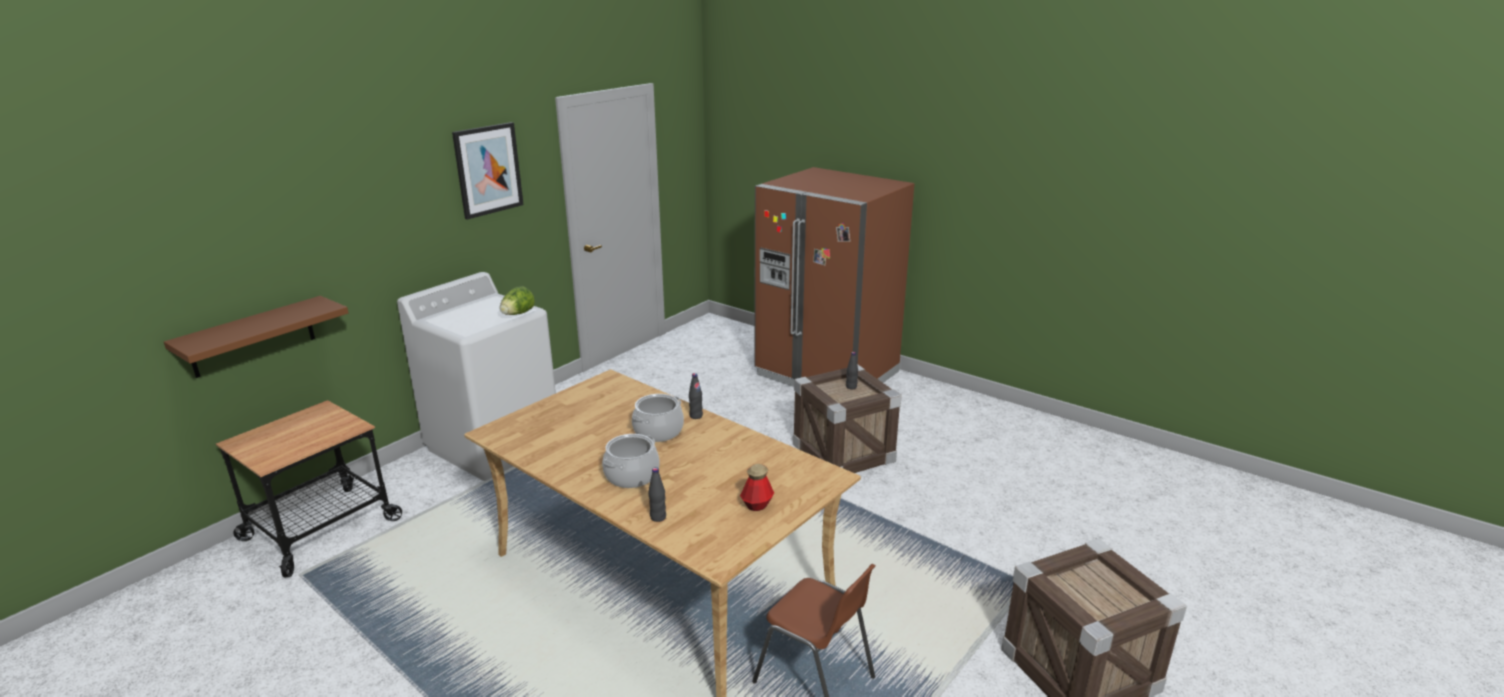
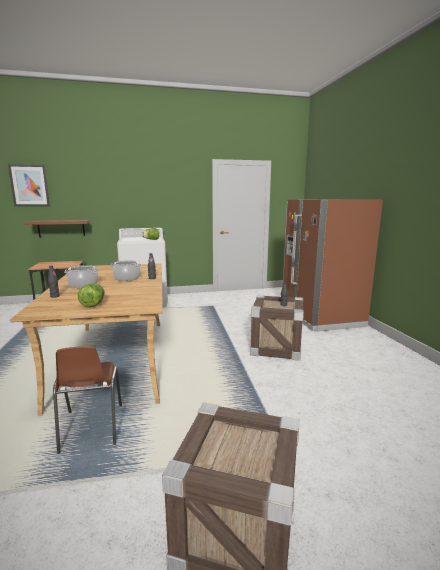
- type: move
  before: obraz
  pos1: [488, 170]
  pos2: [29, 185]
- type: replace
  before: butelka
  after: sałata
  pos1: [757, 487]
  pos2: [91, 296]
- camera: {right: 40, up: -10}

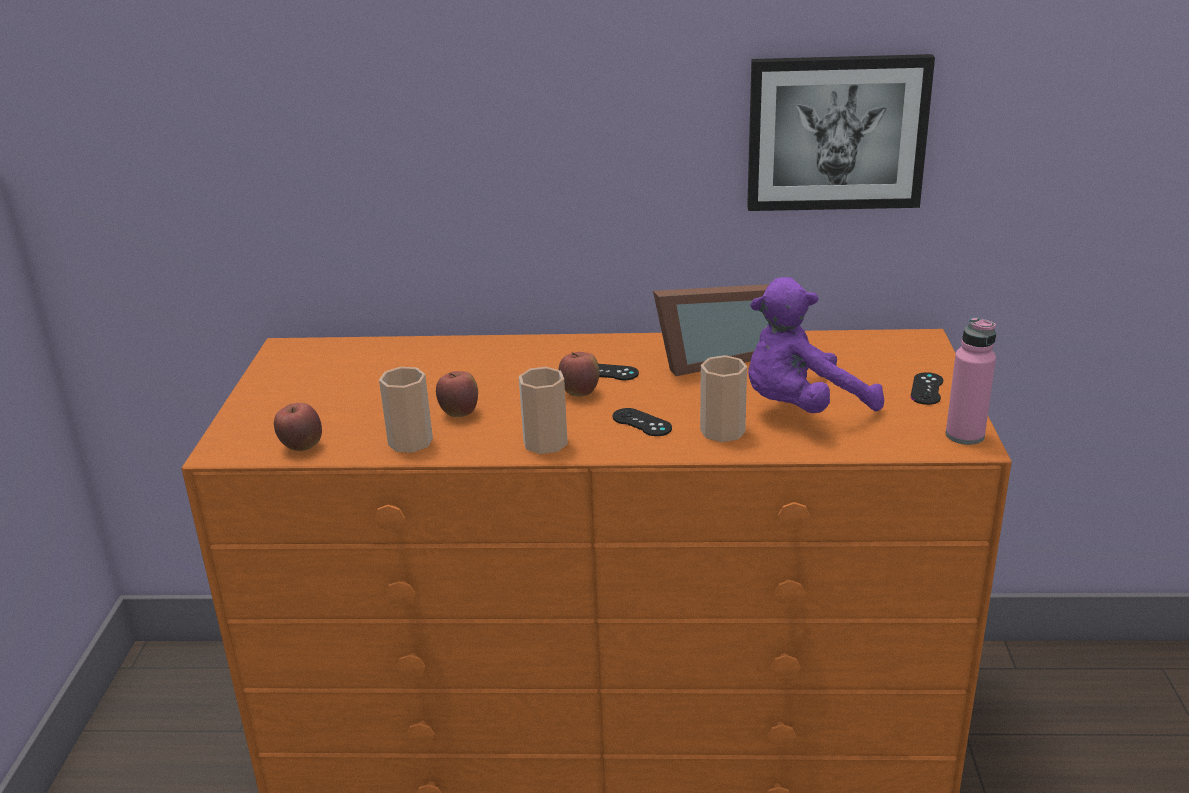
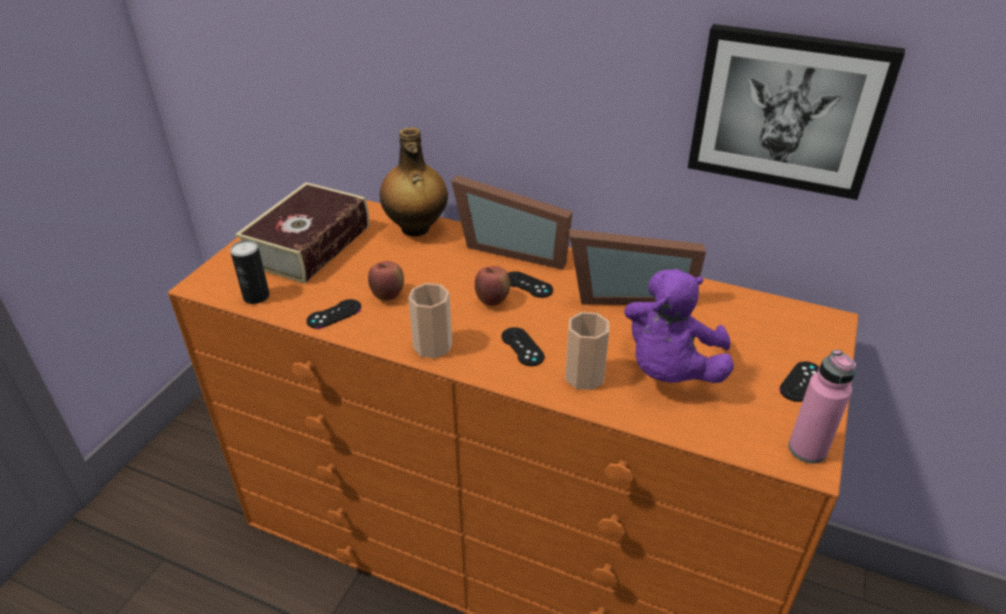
- type: insert
  after: książka
  pos2: [302, 233]
- type: insert
  after: butelka
  pos2: [414, 181]
- type: insert
  after: ramka na zdjęcie
  pos2: [511, 222]
- type: replace
  before: jabłko
  after: puszka
  pos1: [298, 427]
  pos2: [250, 272]
- type: replace
  before: filiżanka
  after: pad do gier/czarny
  pos1: [406, 410]
  pos2: [333, 314]
- type: rotate
  before: pluszak/fioletowy
  pos1: [816, 345]
  pos2: [679, 326]
  turn: -60
- camera: {right: 20, up: 10}

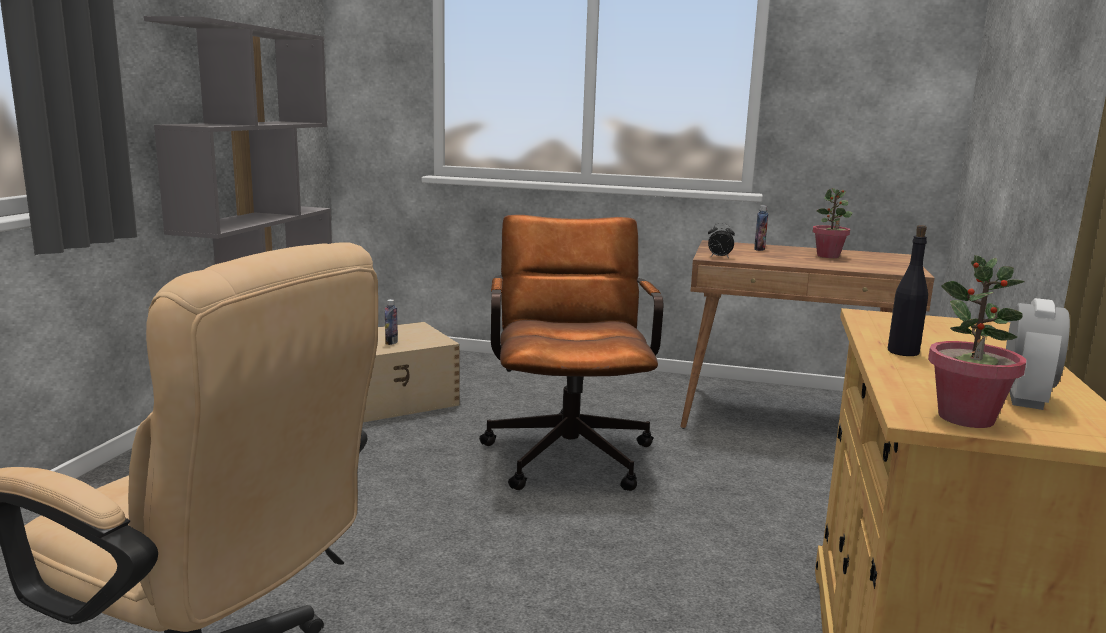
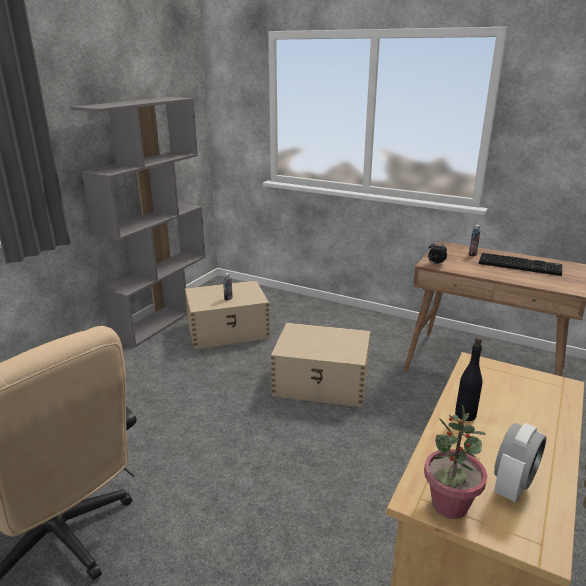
- type: replace
  before: krzesło biurowe/brązowy
  after: pojemnik do przechowywania/beżowy
  pos1: [571, 353]
  pos2: [320, 365]
- type: replace
  before: roślina doniczkowa
  after: klawiatura
  pos1: [832, 223]
  pos2: [520, 264]
- camera: {right: 15, up: 10}

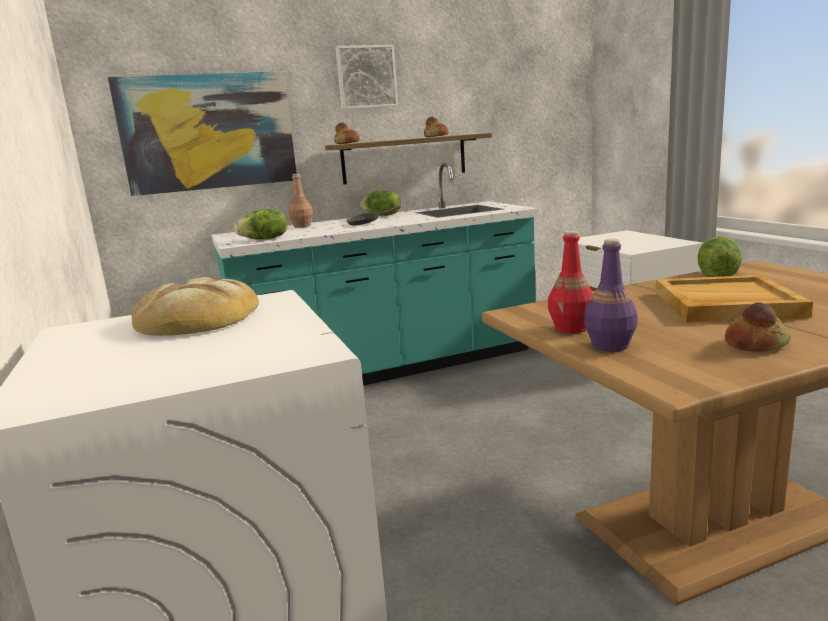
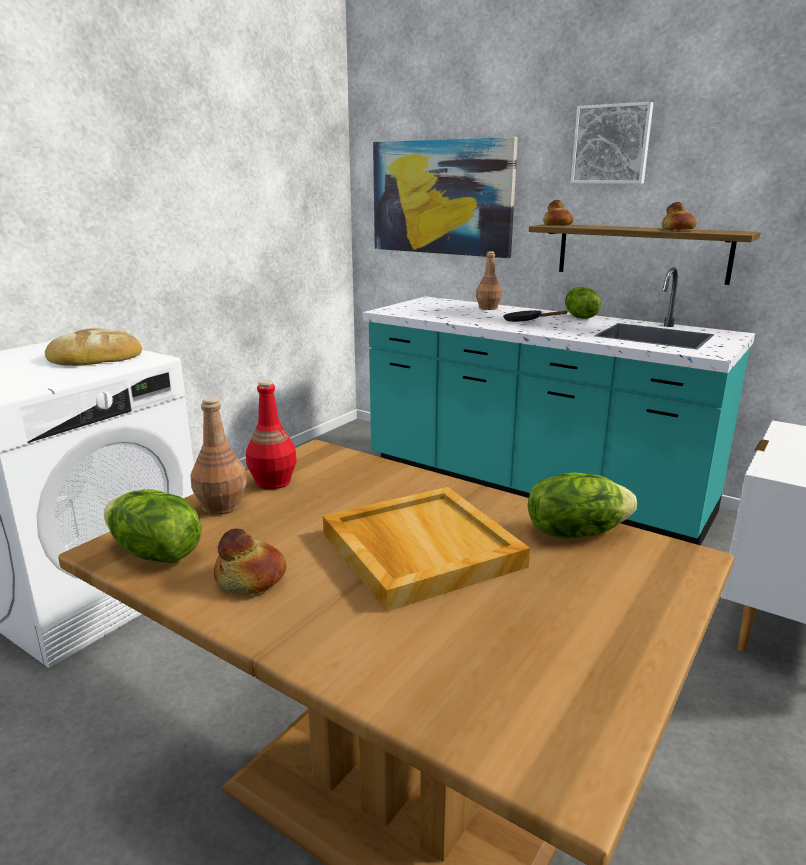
- type: move
  before: sałata
  pos1: [260, 224]
  pos2: [153, 526]
- type: recolor
  before: butelka/fioletowy
  after: butelka/brązowy
  pos1: [611, 295]
  pos2: [219, 456]
- camera: {right: 55, up: 5}

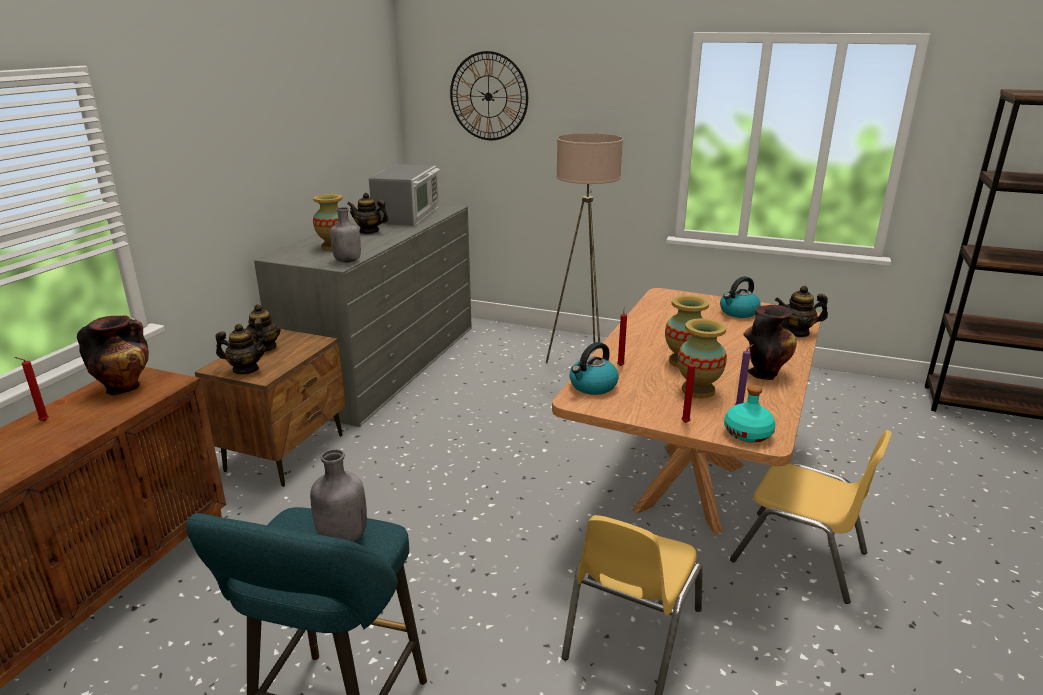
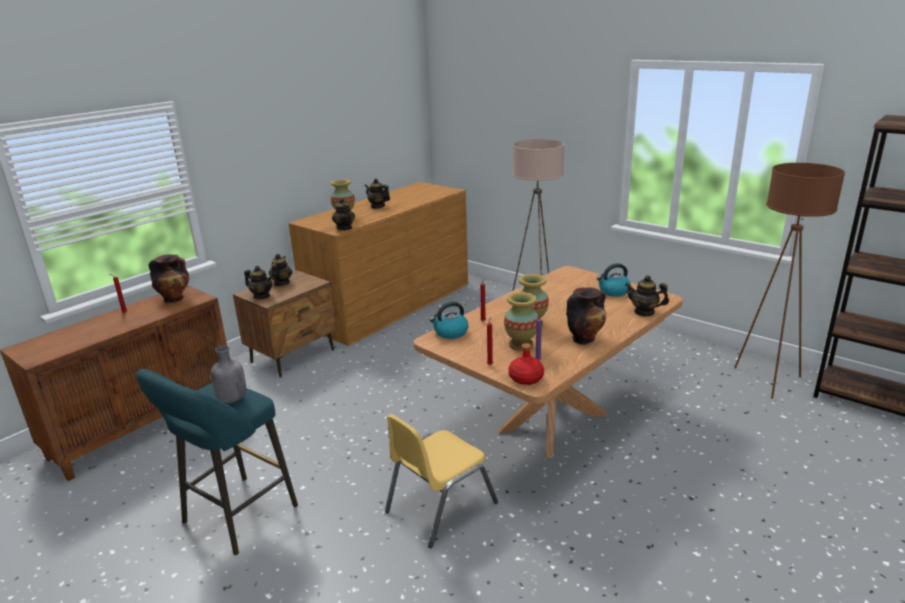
- type: delete
  before: mikrofalówka
  pos1: [404, 195]
- type: delete
  before: zegar ścienny
  pos1: [489, 95]
- type: delete
  before: krzesło/żółty
  pos1: [811, 517]
- type: insert
  after: lampa stojąca/brązowy
  pos2: [789, 281]
- type: replace
  before: butelka/szary
  after: imbryk
  pos1: [345, 235]
  pos2: [343, 214]
- type: recolor
  before: komoda/szary
  after: komoda/brązowy
  pos1: [363, 315]
  pos2: [378, 264]
- type: recolor
  before: butelka/turkusowy
  after: butelka/czerwony
  pos1: [750, 413]
  pos2: [526, 364]
- camera: {right: 20, up: 0}

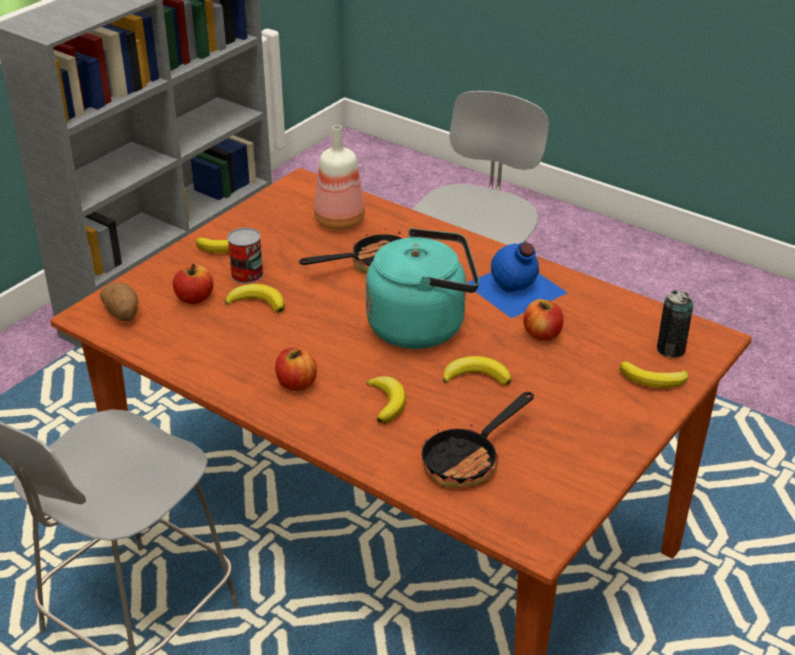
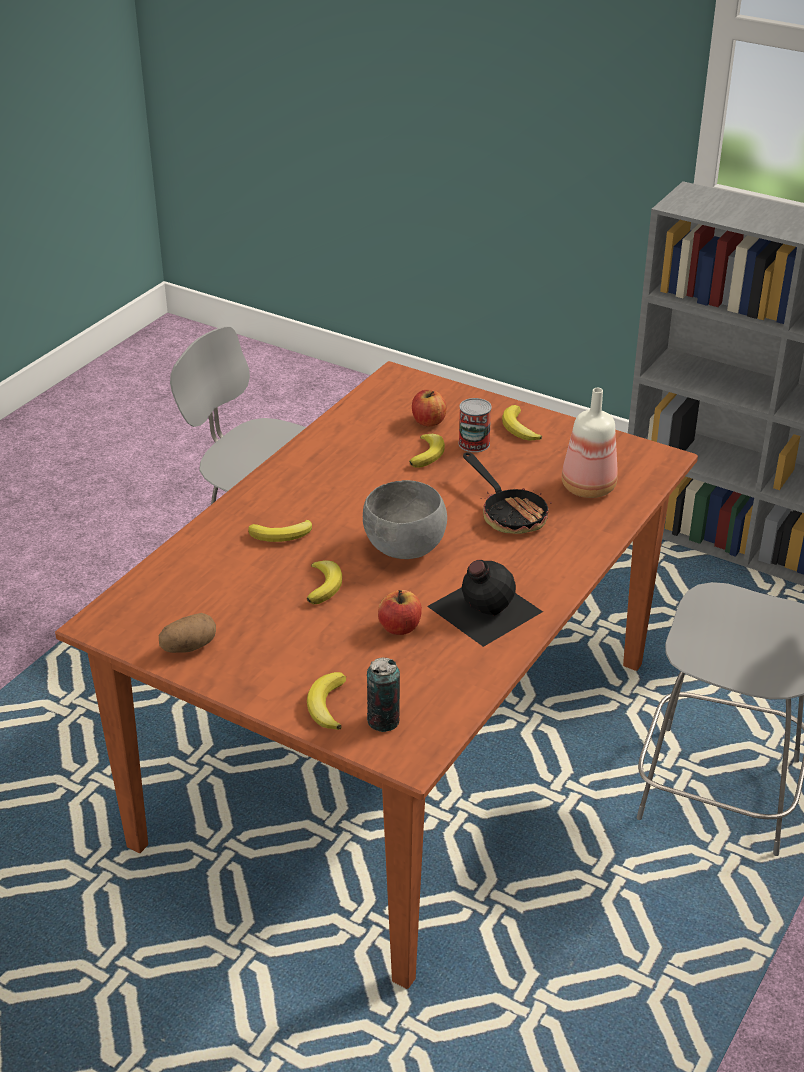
- type: delete
  before: jabłko
  pos1: [296, 369]
- type: delete
  before: patelnia
  pos1: [477, 439]
- type: move
  before: ziemniak
  pos1: [119, 301]
  pos2: [187, 633]
- type: replace
  before: czajnik/turkusowy
  after: miska/szary
  pos1: [422, 288]
  pos2: [405, 519]
- type: recolor
  before: butelka/niebieski
  after: butelka/czarny
  pos1: [516, 280]
  pos2: [485, 603]
- camera: {right: 85, up: 0}

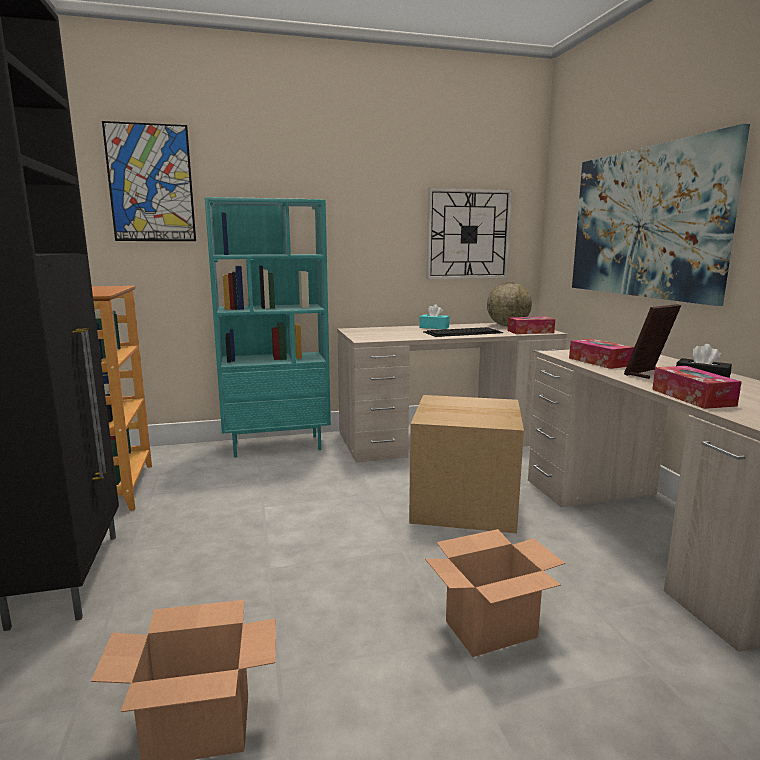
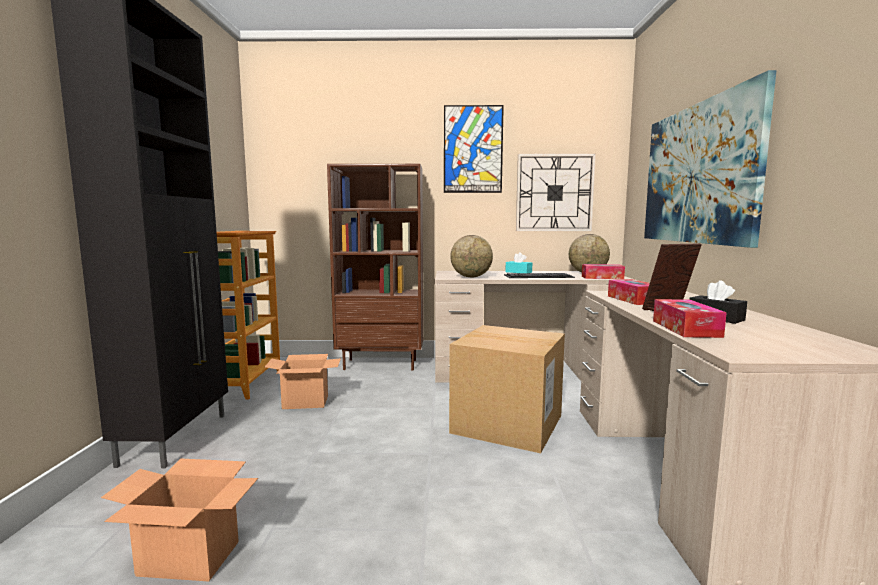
- type: insert
  after: globus
  pos2: [471, 256]
- type: move
  before: obraz
  pos1: [149, 181]
  pos2: [474, 149]
- type: move
  before: karton
  pos1: [495, 593]
  pos2: [303, 381]
- type: recolor
  before: regał/turkusowy
  after: regał/brązowy
  pos1: [268, 327]
  pos2: [375, 267]
- camera: {right: 15, up: -5}

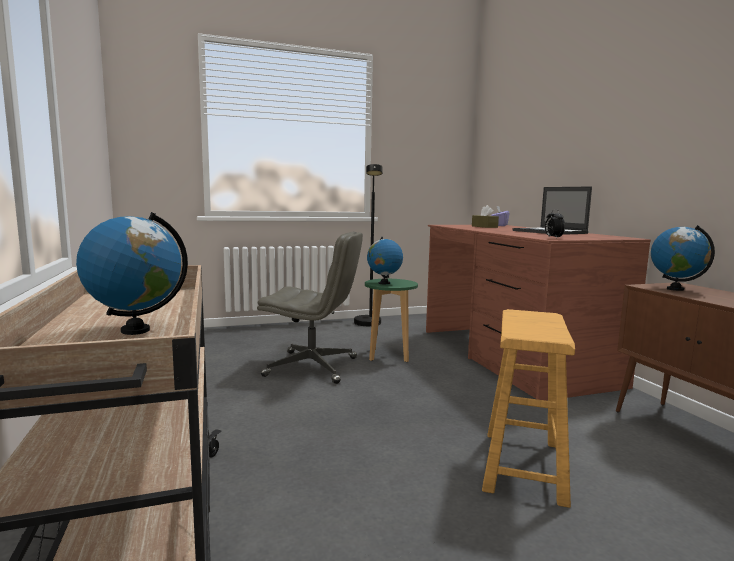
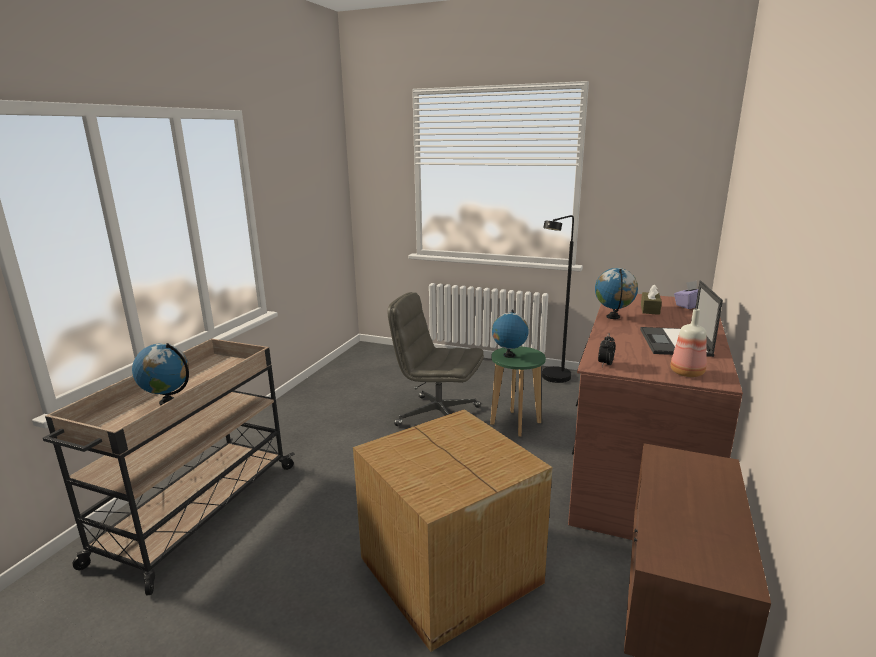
- type: insert
  after: butelka
  pos2: [688, 343]
- type: move
  before: globus
  pos1: [683, 258]
  pos2: [616, 293]
- type: replace
  before: stołek/brązowy
  after: karton
  pos1: [528, 408]
  pos2: [452, 530]
- type: rotate
  before: krzesło biurowe/szary
  pos1: [310, 308]
  pos2: [436, 359]
  turn: 150
- camera: {right: 40, up: 10}

